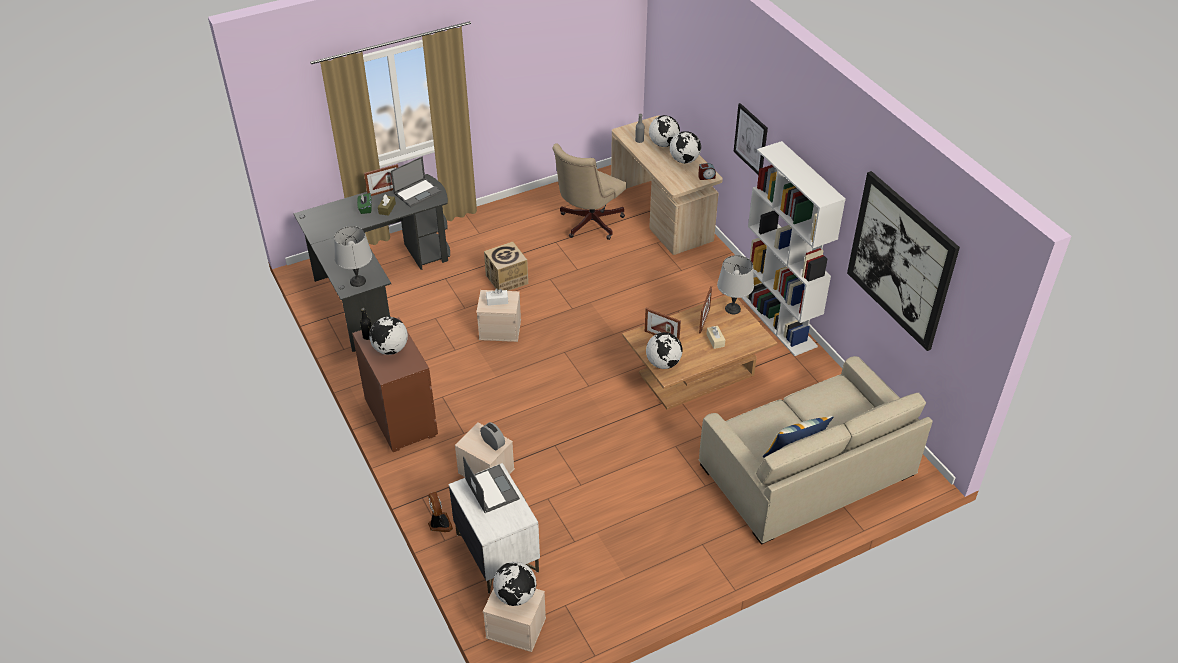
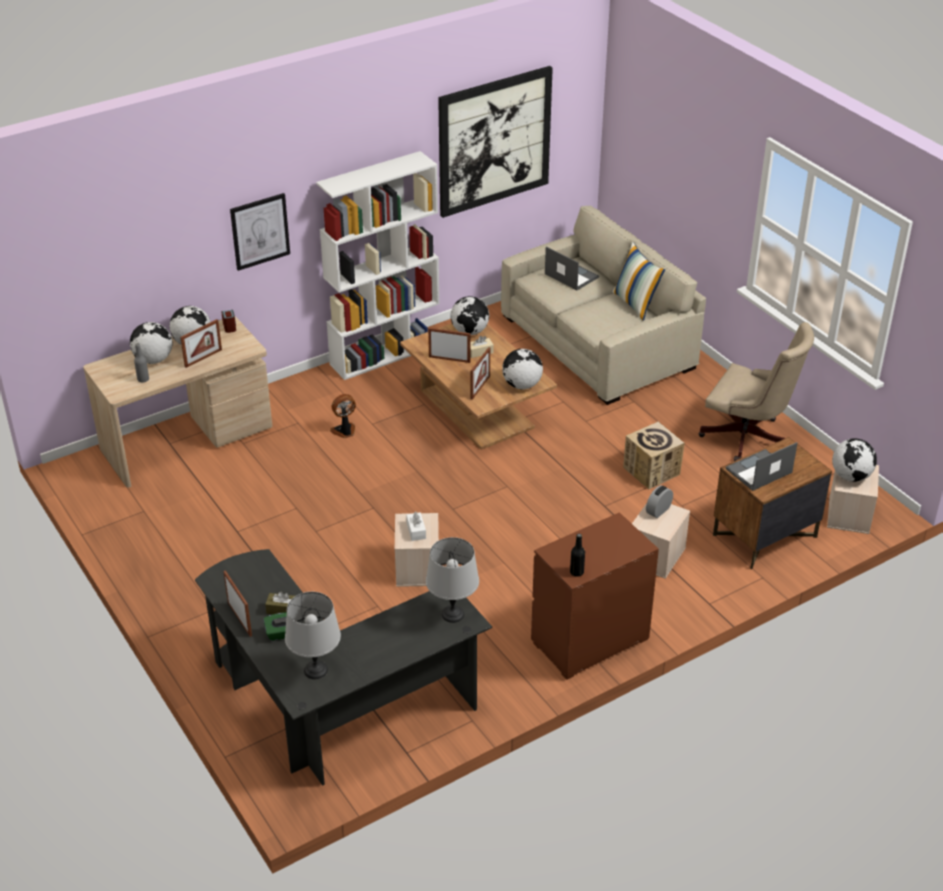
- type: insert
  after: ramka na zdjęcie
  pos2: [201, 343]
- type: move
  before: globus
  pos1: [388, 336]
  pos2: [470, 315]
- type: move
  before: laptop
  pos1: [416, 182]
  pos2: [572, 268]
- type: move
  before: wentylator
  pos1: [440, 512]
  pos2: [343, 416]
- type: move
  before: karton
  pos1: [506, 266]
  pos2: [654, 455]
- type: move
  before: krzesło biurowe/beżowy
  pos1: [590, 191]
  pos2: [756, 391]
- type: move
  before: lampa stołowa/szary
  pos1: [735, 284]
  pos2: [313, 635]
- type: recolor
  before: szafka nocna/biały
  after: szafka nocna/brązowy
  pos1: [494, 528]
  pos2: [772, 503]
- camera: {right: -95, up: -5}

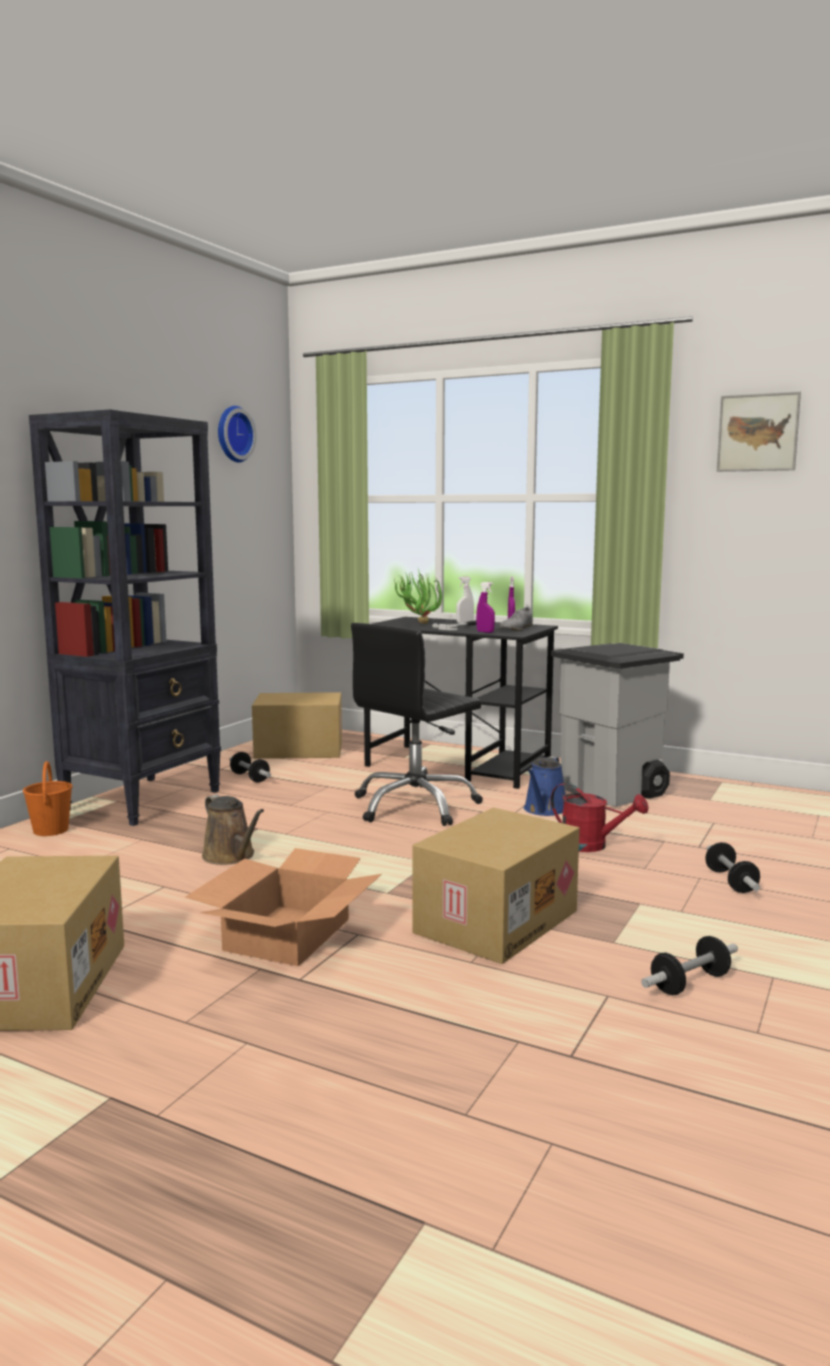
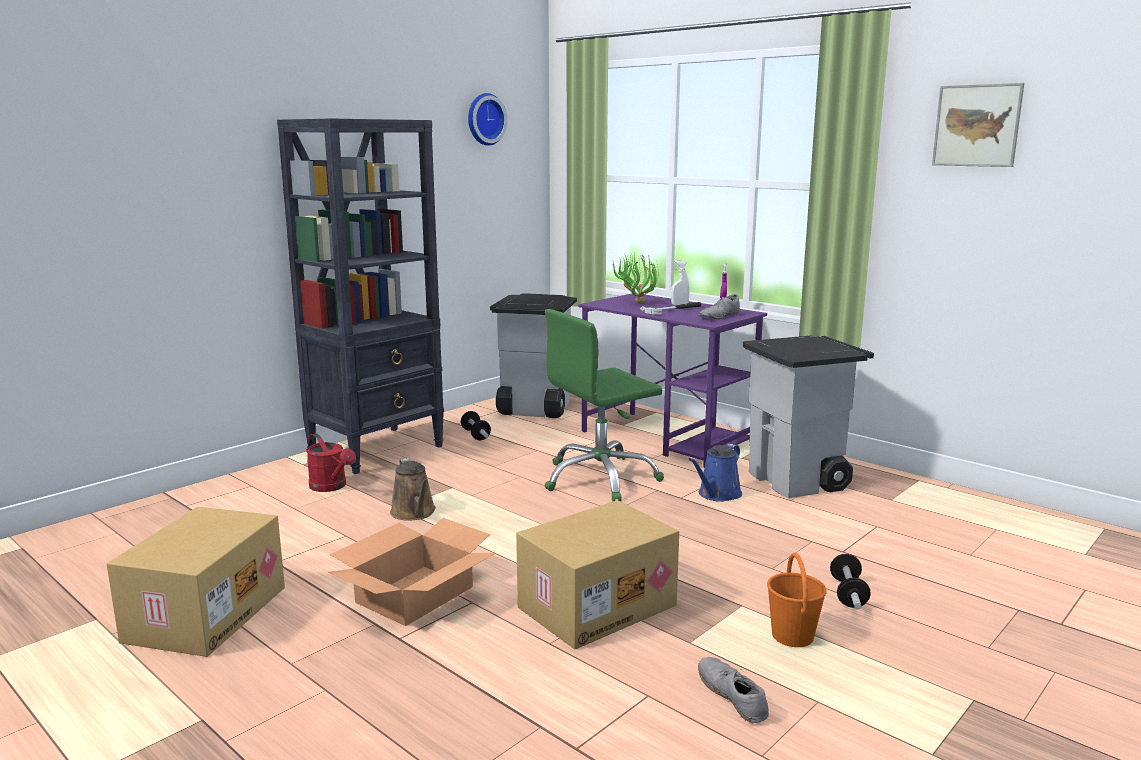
- type: delete
  before: spryskiwacz/fioletowy
  pos1: [485, 607]
- type: move
  before: wiadro/pomarańczowy
  pos1: [47, 798]
  pos2: [797, 600]
- type: move
  before: konewka/czerwony
  pos1: [599, 817]
  pos2: [331, 462]
- type: replace
  before: karton
  after: kosz na śmieci/szary
  pos1: [297, 725]
  pos2: [533, 355]
- type: replace
  before: hantel
  after: but/szary
  pos1: [689, 965]
  pos2: [733, 690]
- type: recolor
  before: krzesło biurowe/czarny
  after: krzesło biurowe/zielony
  pos1: [417, 724]
  pos2: [604, 405]
- type: recolor
  before: biurko/czarny
  after: biurko/fioletowy
  pos1: [461, 703]
  pos2: [672, 381]
- camera: {right: 15, up: 5}

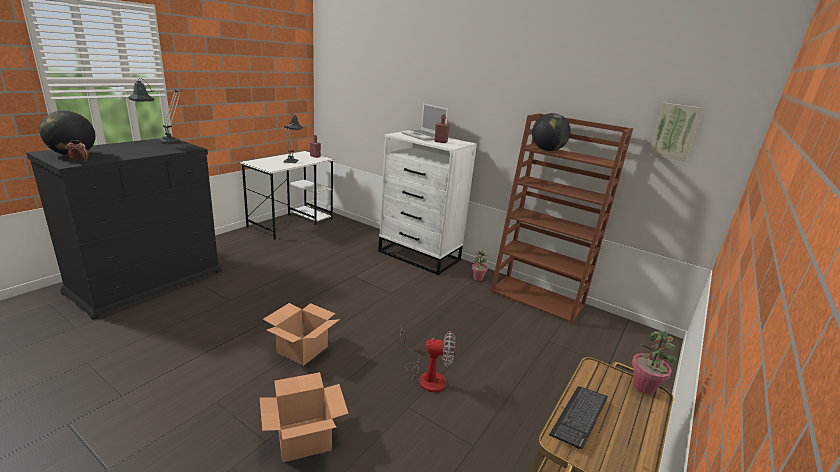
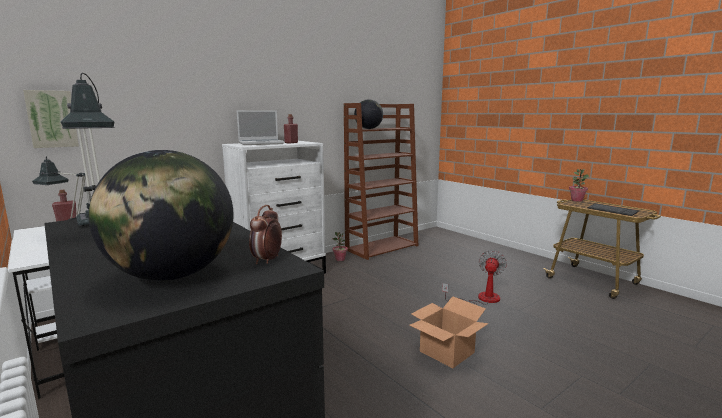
- type: delete
  before: karton
  pos1: [304, 417]
- type: move
  before: obraz
  pos1: [675, 132]
  pos2: [51, 119]
- camera: {right: -70, up: -10}

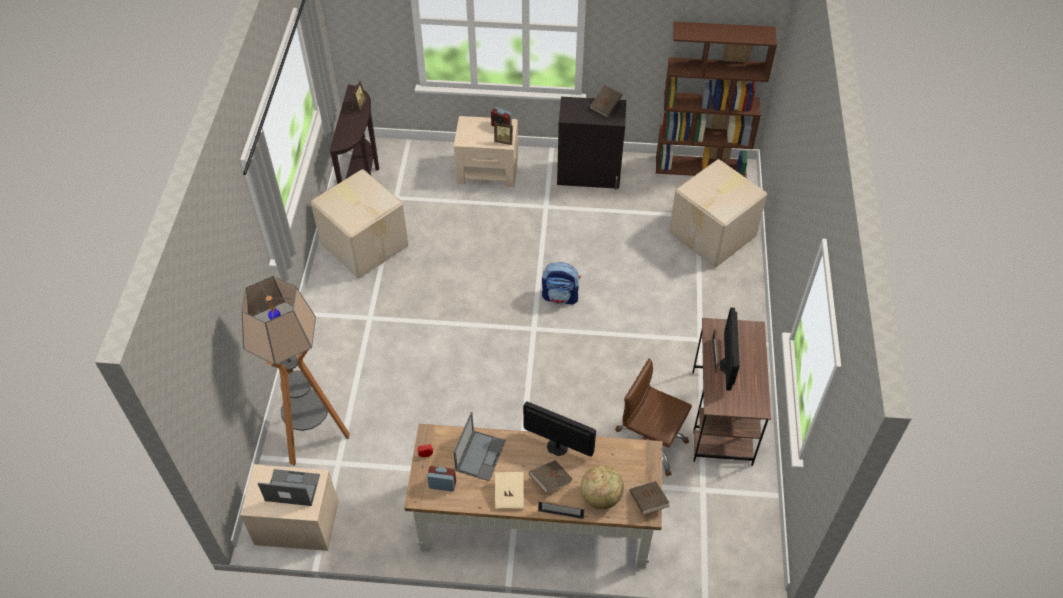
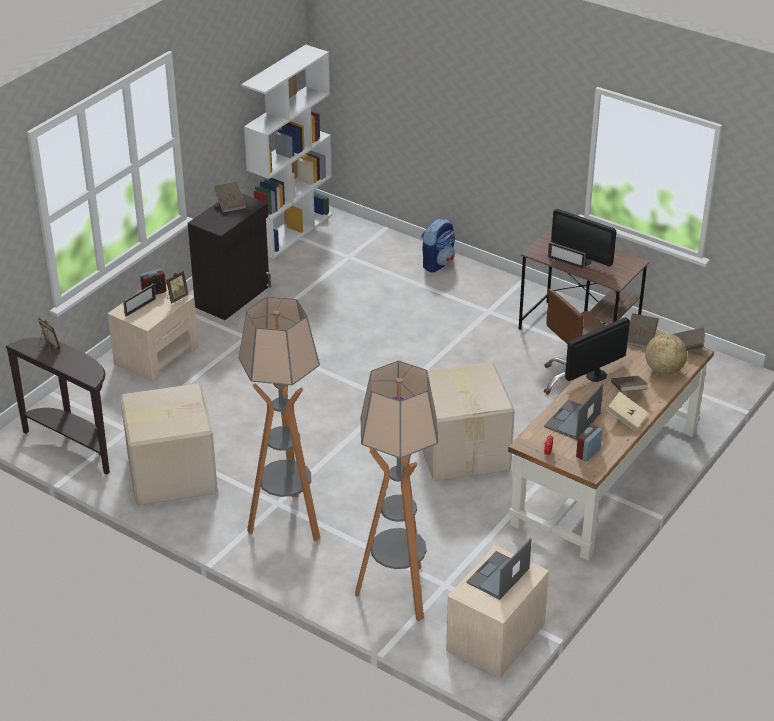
- type: insert
  after: lampa stojąca
  pos2: [279, 419]
- type: insert
  after: książka/brązowy
  pos2: [643, 330]
- type: move
  before: ramka na zdjęcie
  pos1: [561, 509]
  pos2: [139, 300]
- type: move
  before: plecak
  pos1: [561, 283]
  pos2: [439, 245]
- type: move
  before: karton
  pos1: [718, 213]
  pos2: [468, 421]
- type: recolor
  before: regał/brązowy
  after: regał/biały
  pos1: [716, 100]
  pos2: [287, 152]
- type: rotate
  before: laptop
  pos1: [479, 446]
  pos2: [574, 411]
  turn: -105
- camera: {right: -60, up: -15}

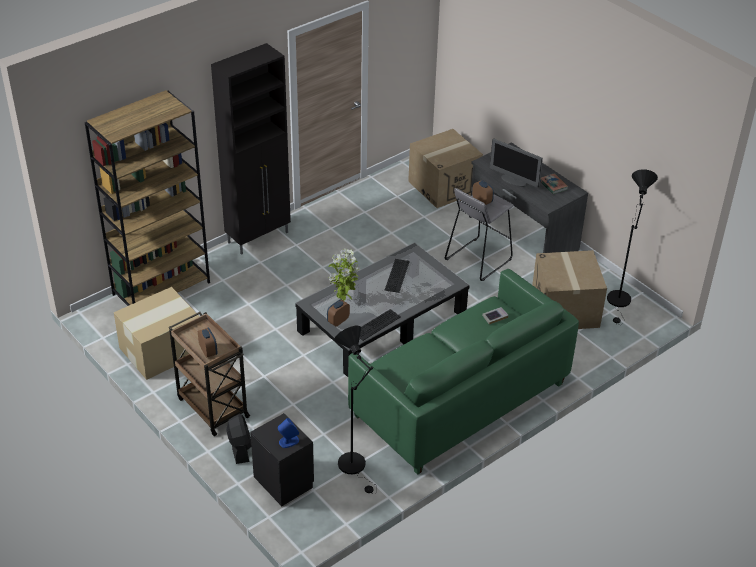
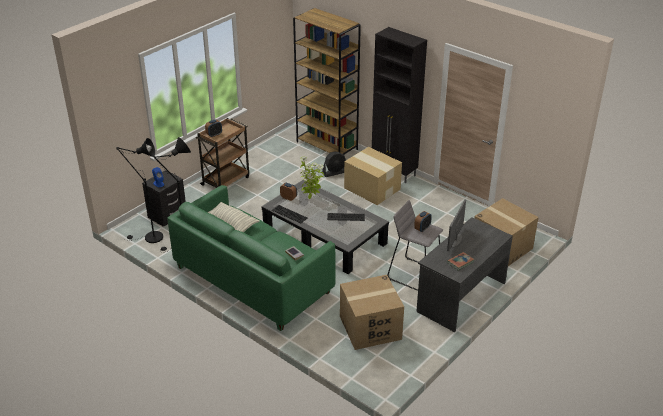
- type: insert
  after: poduszka
  pos2: [234, 217]
- type: move
  before: karton
  pos1: [157, 333]
  pos2: [373, 176]
- type: move
  before: wentylator/czarny
  pos1: [238, 439]
  pos2: [334, 164]
- type: move
  before: lampa stojąca/czarny
  pos1: [632, 247]
  pos2: [139, 190]
- camera: {right: 80, up: -5}

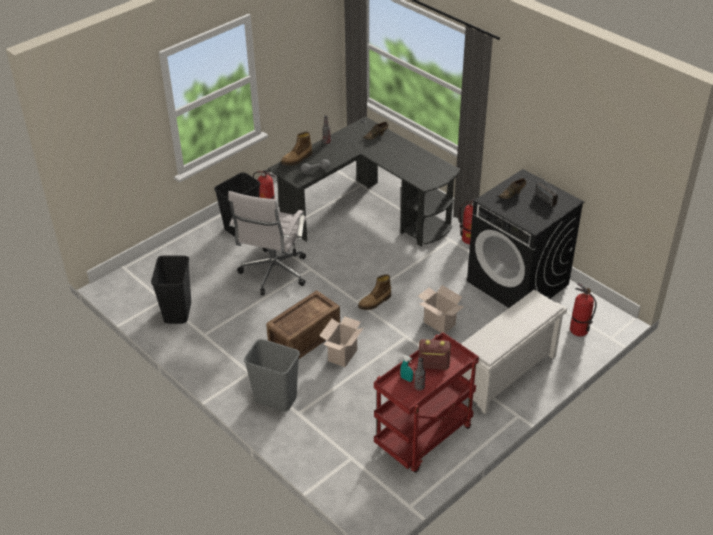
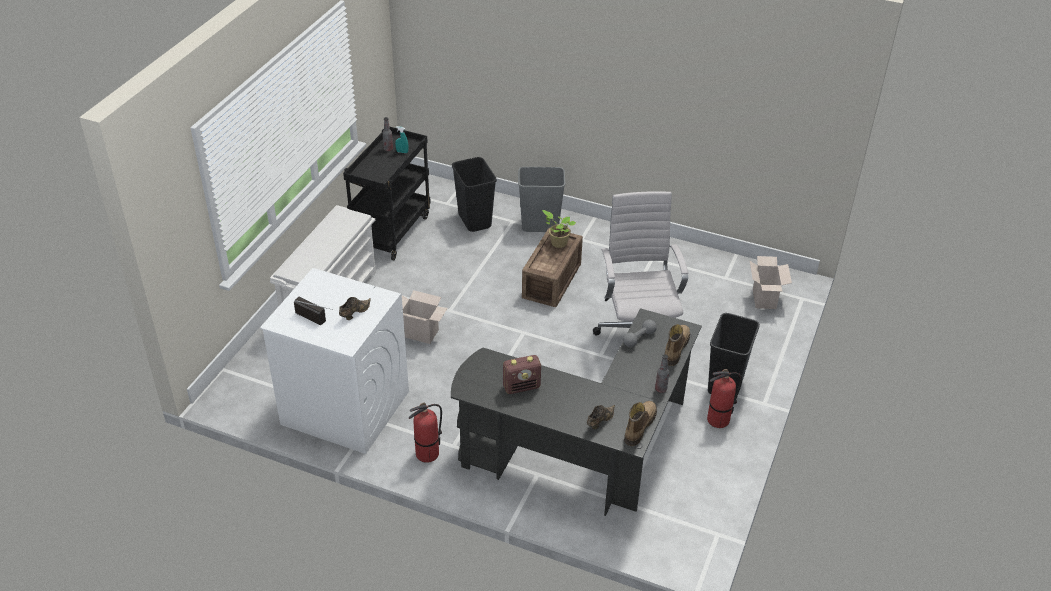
- type: delete
  before: gaśnica
  pos1: [583, 310]
- type: insert
  after: roślina doniczkowa
  pos2: [559, 229]
- type: move
  before: kosz na śmieci/czarny
  pos1: [171, 289]
  pos2: [474, 194]
- type: move
  before: karton
  pos1: [341, 342]
  pos2: [771, 282]
- type: move
  before: but z cholewką
  pos1: [374, 292]
  pos2: [640, 423]
- type: move
  before: radio
  pos1: [434, 354]
  pos2: [522, 374]
- type: recolor
  before: wózek/czerwony
  after: wózek/czarny
  pos1: [426, 402]
  pos2: [387, 193]
- type: recolor
  before: pralka/czarny
  after: pralka/biały
  pos1: [525, 238]
  pos2: [334, 361]
- camera: {right: 155, up: 0}

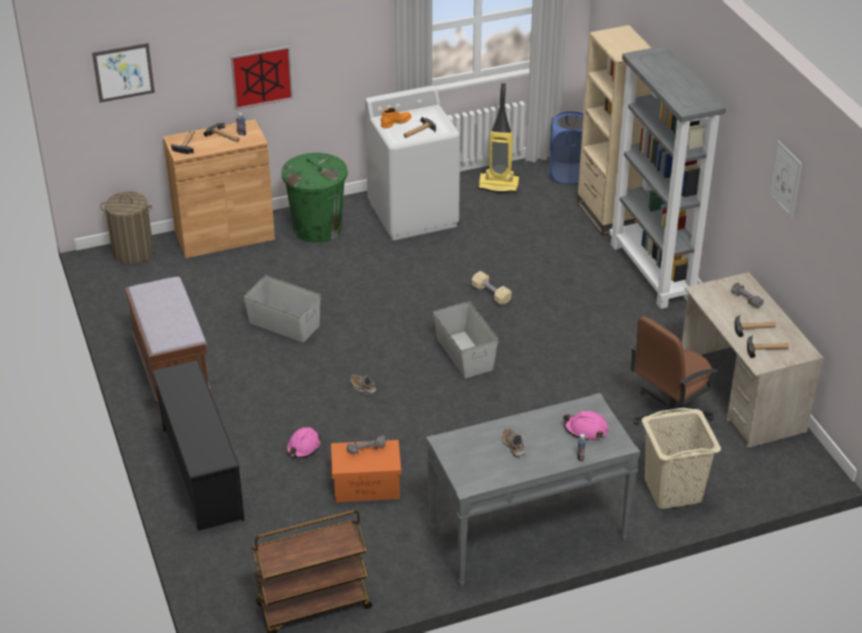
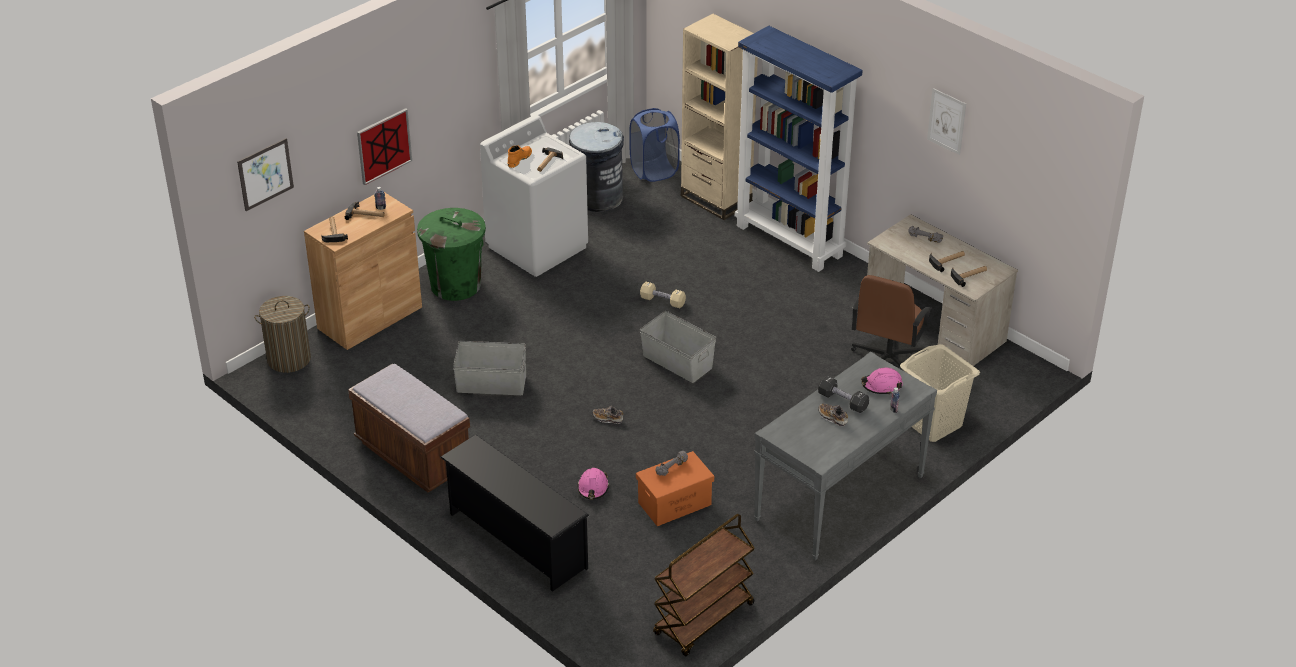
- type: insert
  after: hantel/czarny
  pos2: [843, 394]
- type: replace
  before: odkurzacz
  after: kosz na śmieci/szary
  pos1: [498, 138]
  pos2: [596, 167]
- type: recolor
  before: regał/szary
  after: regał/niebieski
  pos1: [667, 177]
  pos2: [799, 149]
- camera: {right: -25, up: 0}

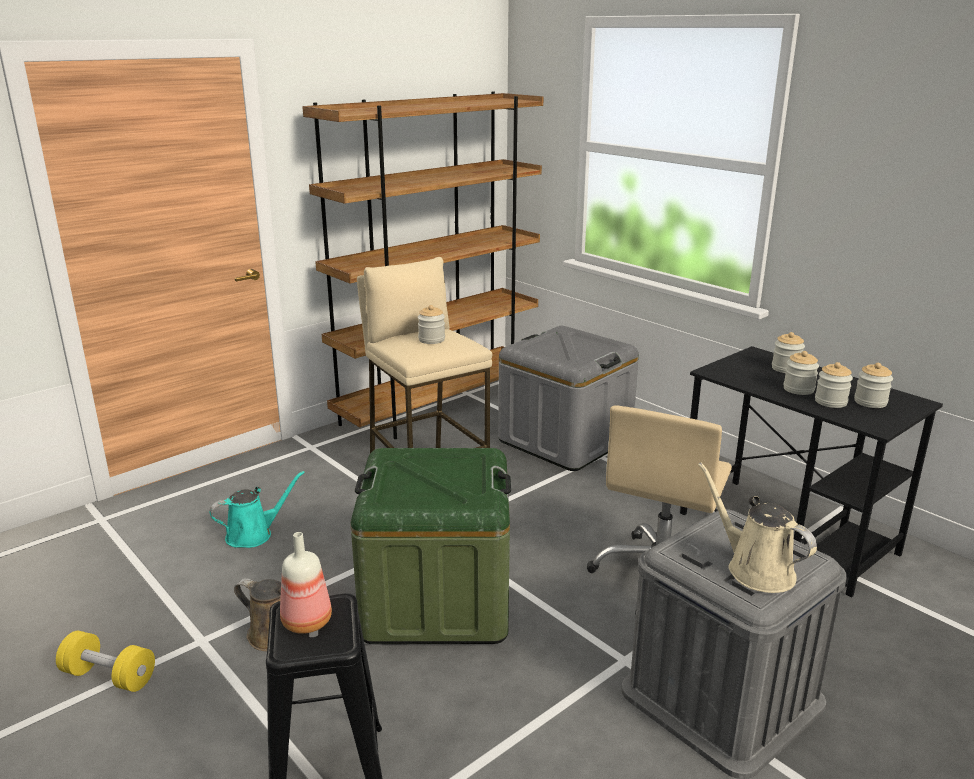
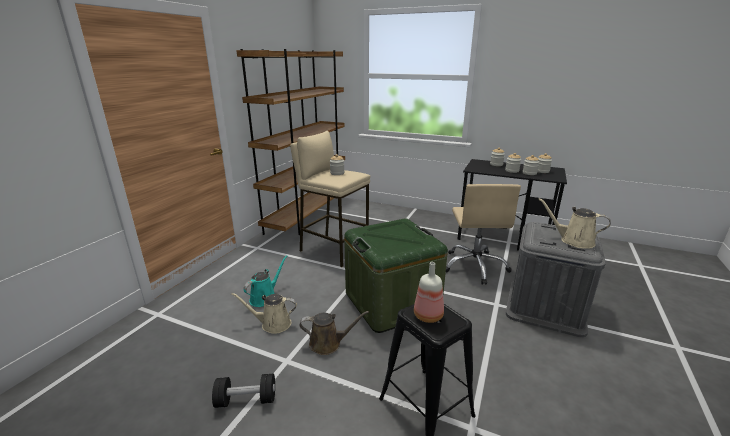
- type: delete
  before: pojemnik do przechowywania/szary
  pos1: [568, 398]
- type: insert
  after: konewka/beżowy
  pos2: [264, 313]
- type: recolor
  before: hantel/żółty
  after: hantel/czarny
  pos1: [105, 661]
  pos2: [243, 391]
- camera: {right: -25, up: 0}

